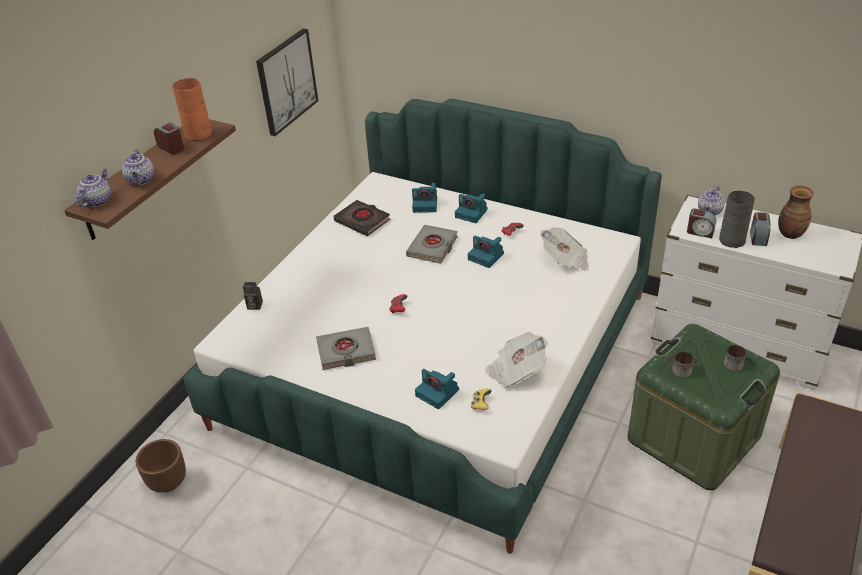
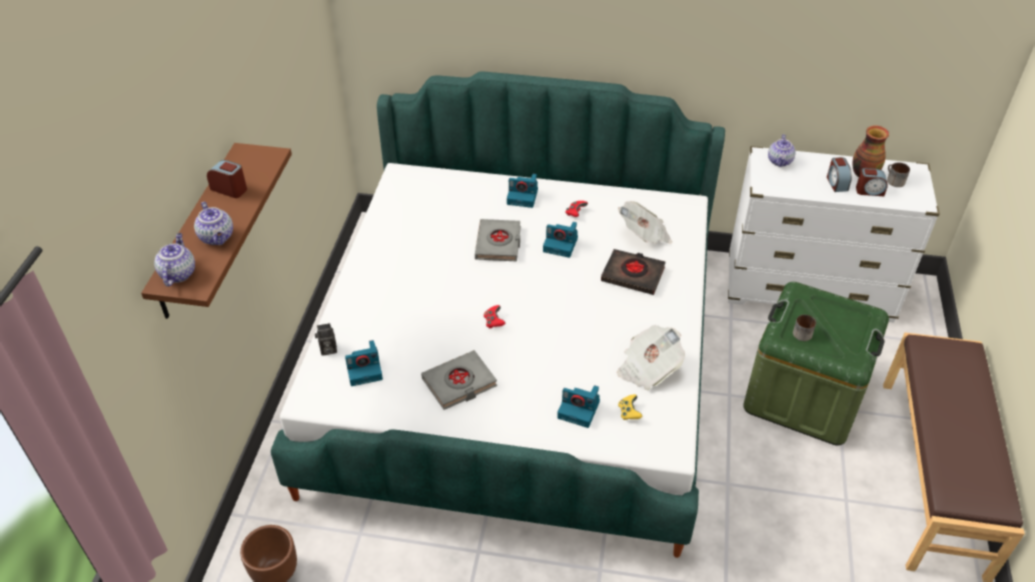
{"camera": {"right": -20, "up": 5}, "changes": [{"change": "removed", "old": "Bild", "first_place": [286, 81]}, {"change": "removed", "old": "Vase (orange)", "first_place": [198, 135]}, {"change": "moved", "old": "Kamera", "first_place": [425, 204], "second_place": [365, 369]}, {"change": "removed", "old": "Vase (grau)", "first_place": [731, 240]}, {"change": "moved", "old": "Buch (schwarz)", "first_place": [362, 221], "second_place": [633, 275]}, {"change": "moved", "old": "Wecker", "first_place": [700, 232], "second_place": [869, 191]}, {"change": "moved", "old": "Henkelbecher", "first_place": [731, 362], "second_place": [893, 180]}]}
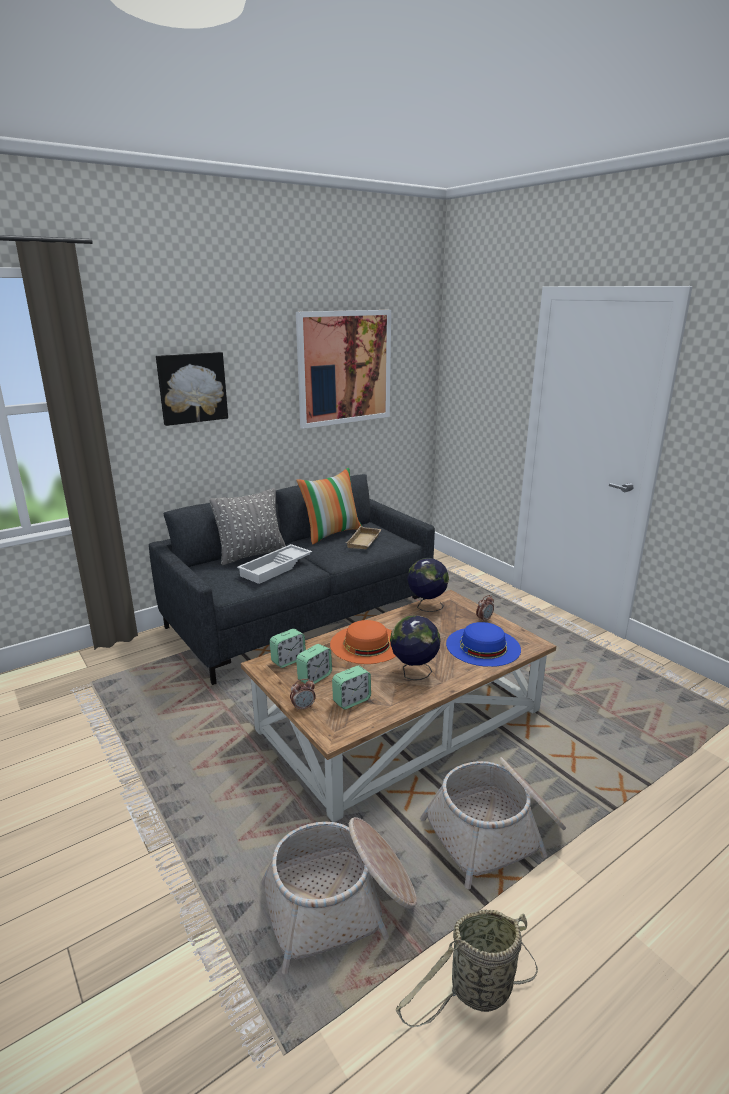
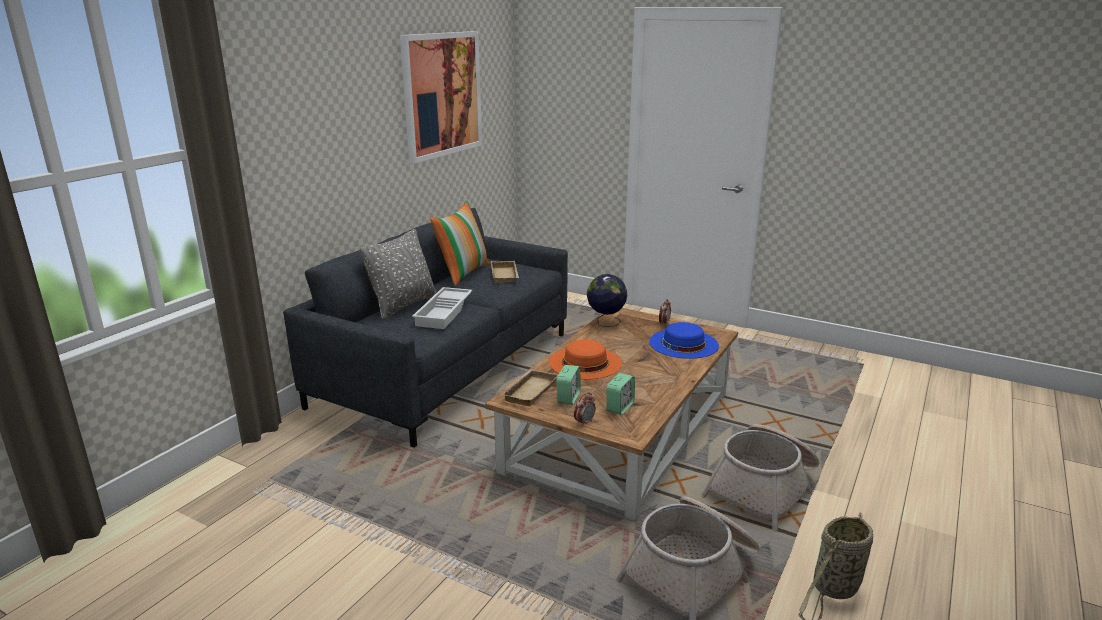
{"camera": {"right": -25, "up": 0}, "changes": [{"change": "removed", "old": "Bild", "first_place": [192, 388]}, {"change": "removed", "old": "Globus", "first_place": [413, 673]}, {"change": "replaced", "old": "Wecker", "new": "Tablett (beige)", "first_place": [288, 660], "second_place": [529, 391]}]}
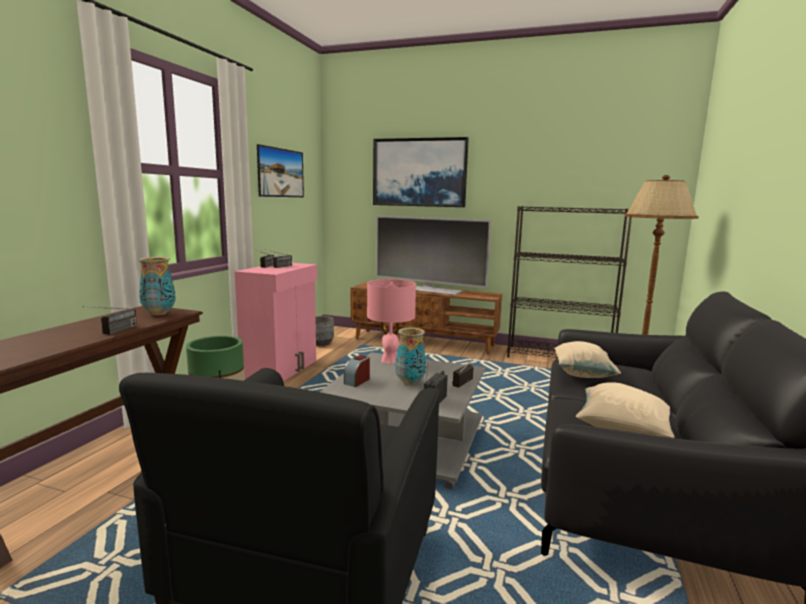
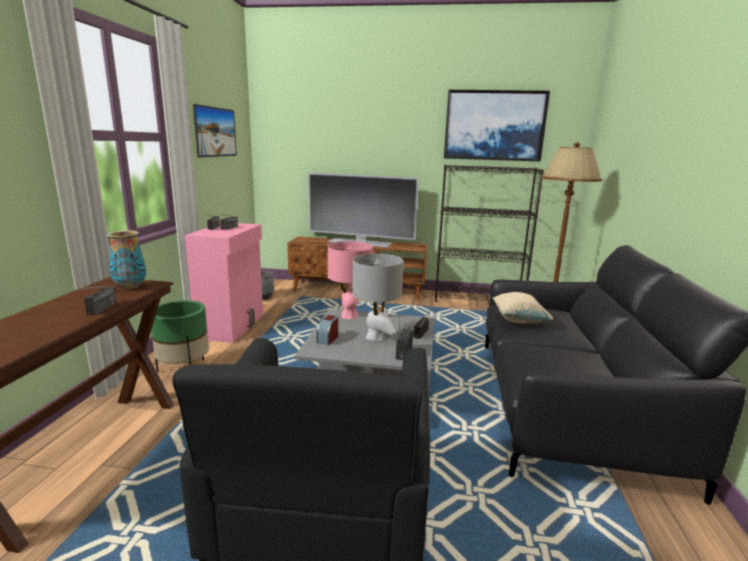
{"camera": {"right": -10, "up": 5}, "changes": [{"change": "moved", "old": "Bild", "first_place": [419, 172], "second_place": [494, 126]}, {"change": "replaced", "old": "Vase", "new": "Tischlampe (grau)", "first_place": [410, 382], "second_place": [375, 337]}, {"change": "removed", "old": "Kissen (beige)", "first_place": [621, 430]}]}
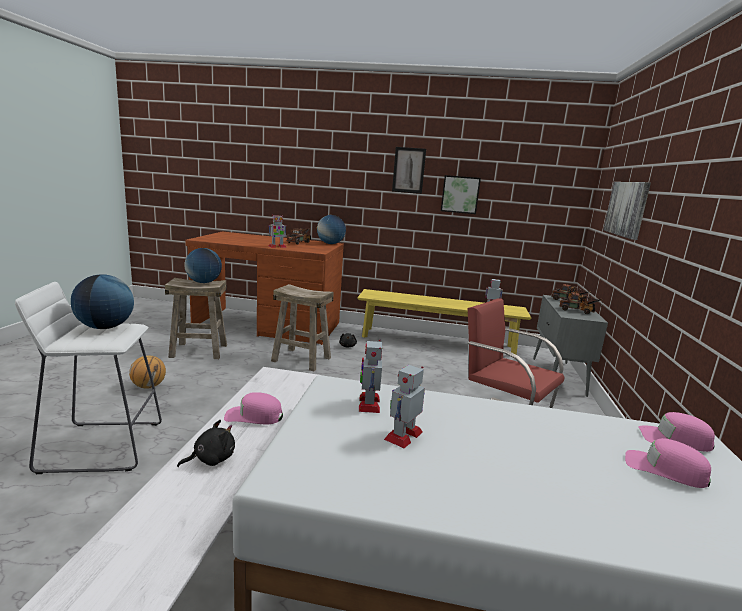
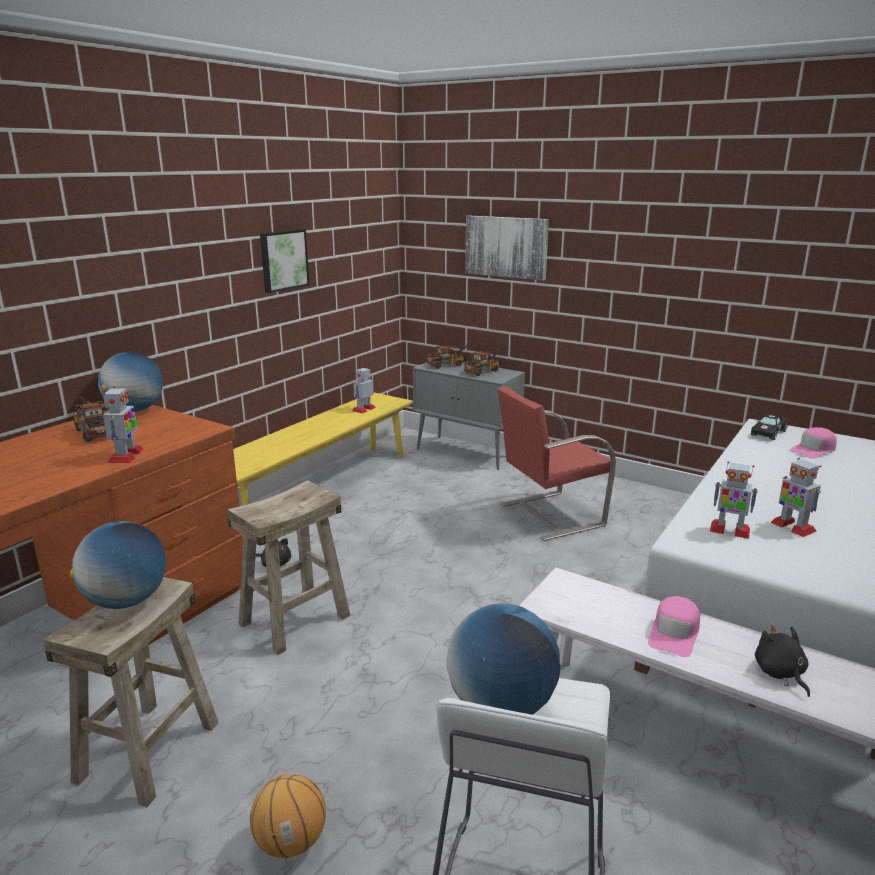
{"camera": {"right": -65, "up": 5}, "changes": [{"change": "removed", "old": "Bild", "first_place": [408, 170]}, {"change": "replaced", "old": "Kappe (rosa)", "new": "Spielzeugauto (schwarz)", "first_place": [674, 439], "second_place": [768, 432]}]}
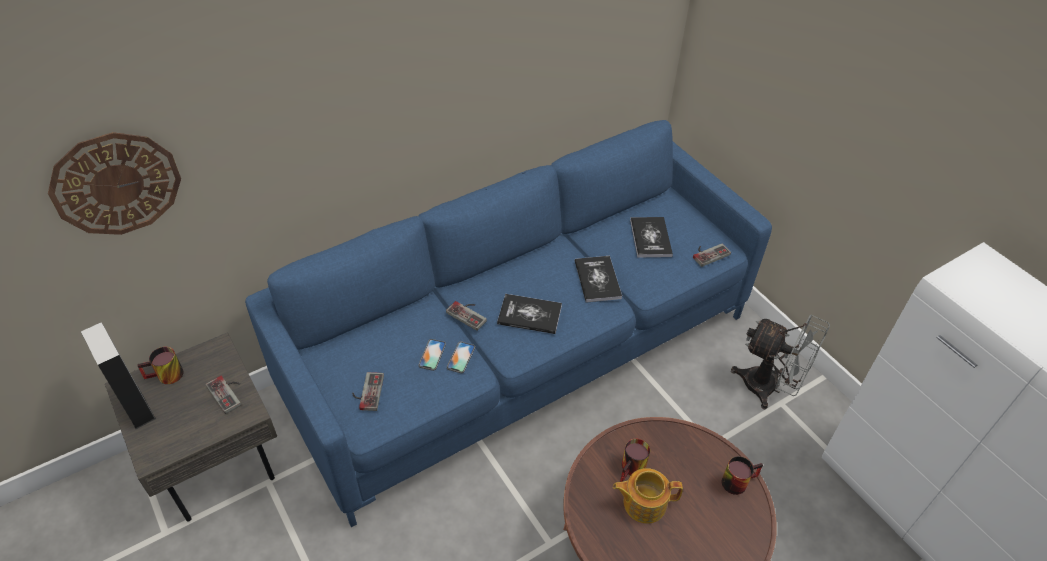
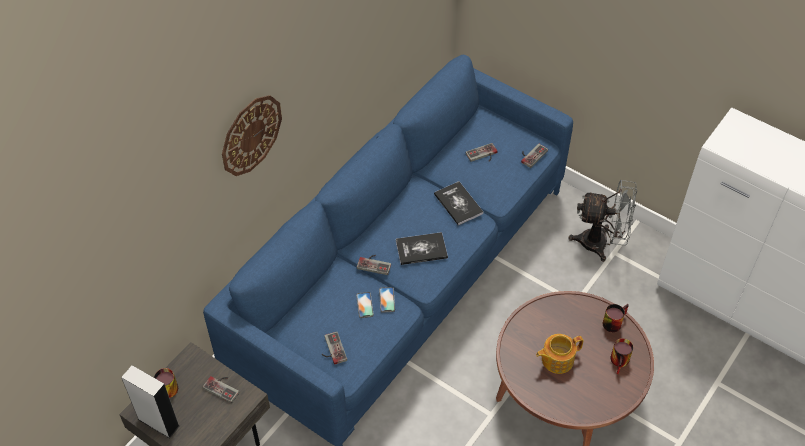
{"camera": {"right": -20, "up": 5}, "changes": [{"change": "moved", "old": "Wanduhr", "first_place": [116, 184], "second_place": [251, 135]}, {"change": "replaced", "old": "Buch", "new": "Gamepad", "first_place": [650, 238], "second_place": [483, 155]}, {"change": "moved", "old": "Henkelbecher", "first_place": [633, 470], "second_place": [621, 362]}]}
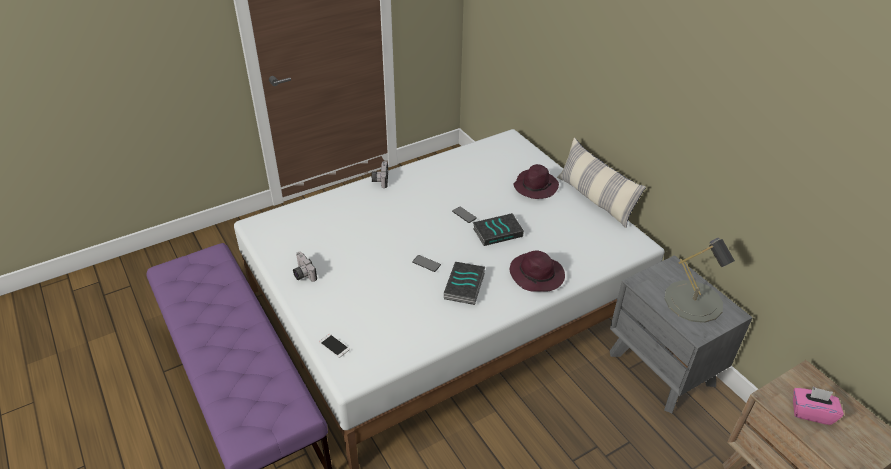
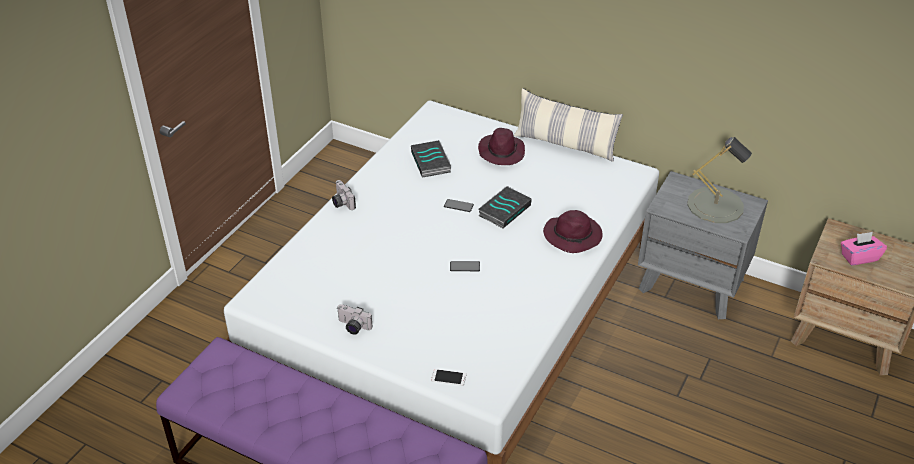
{"camera": {"right": -30, "up": 0}, "changes": [{"change": "moved", "old": "Buch", "first_place": [465, 286], "second_place": [431, 162]}]}
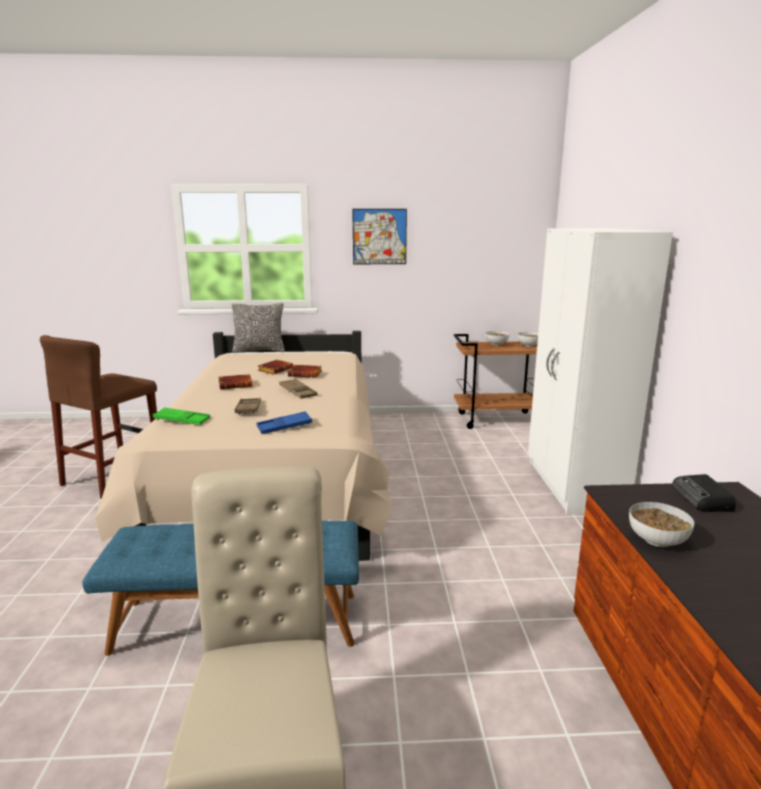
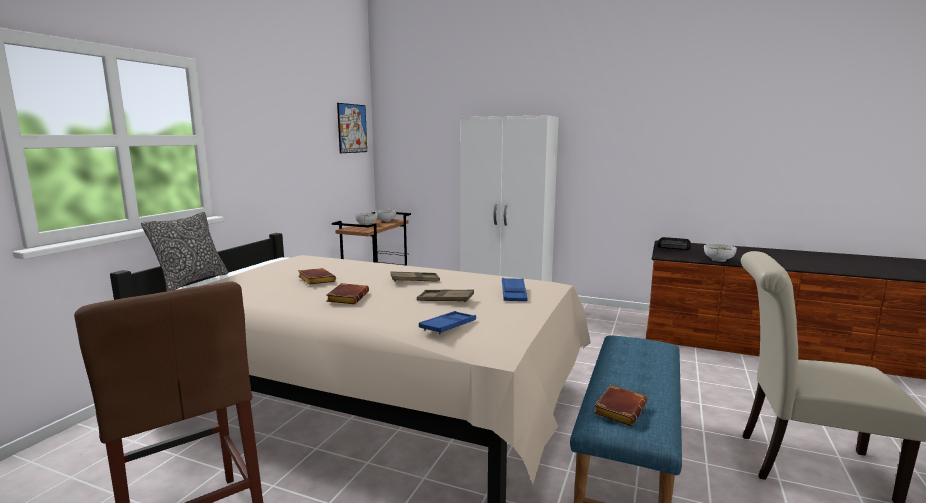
{"camera": {"right": -65, "up": -5}, "changes": [{"change": "moved", "old": "Bild", "first_place": [379, 236], "second_place": [352, 128]}, {"change": "moved", "old": "Buch (braun)", "first_place": [306, 374], "second_place": [619, 409]}, {"change": "recoloured", "old": "Tablett (grün)", "new": "Tablett (blau)", "first_place": [182, 420], "second_place": [448, 326]}]}
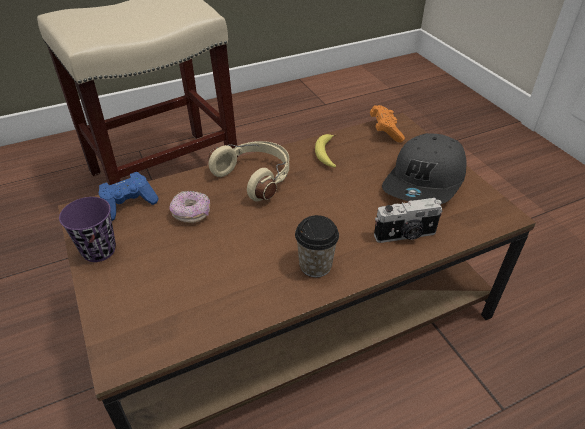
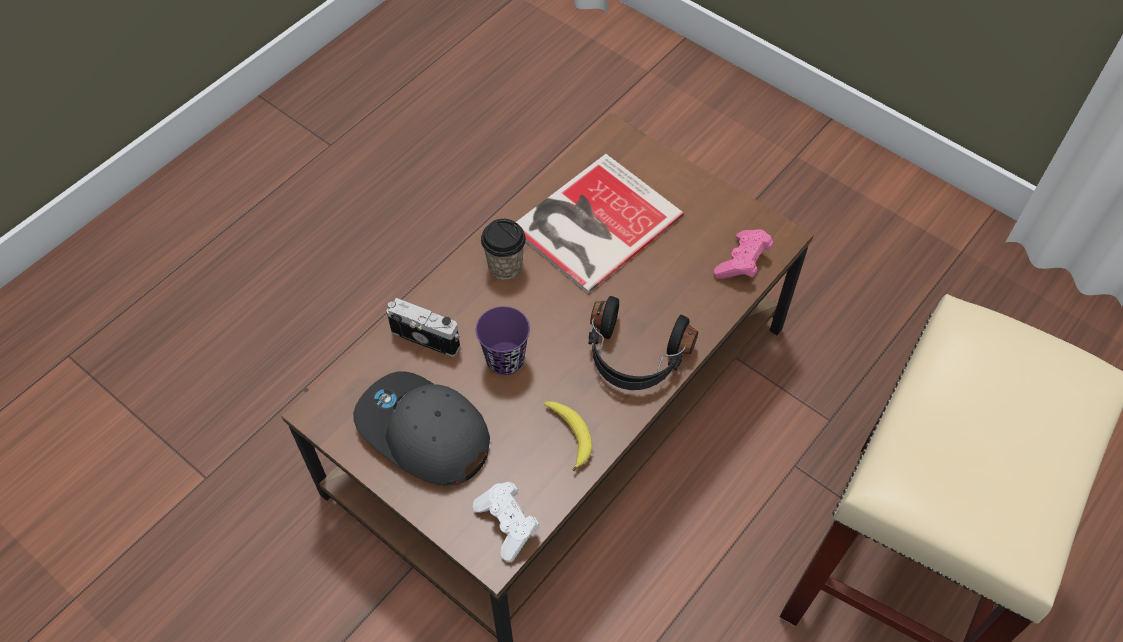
{"camera": {"right": 155, "up": 15}, "changes": [{"change": "recoloured", "old": "Gamepad (orange)", "new": "Gamepad (weiß)", "first_place": [385, 131], "second_place": [507, 524]}, {"change": "turned", "old": "Kappe (grau)", "first_place": [425, 182], "second_place": [423, 433], "degrees": -60}, {"change": "recoloured", "old": "Kopfhörer (beige)", "new": "Kopfhörer (schwarz)", "first_place": [256, 177], "second_place": [635, 357]}, {"change": "recoloured", "old": "Gamepad (blau)", "new": "Gamepad (rosa)", "first_place": [129, 204], "second_place": [742, 263]}, {"change": "removed", "old": "Donut", "first_place": [191, 214]}, {"change": "moved", "old": "Tasse (lila)", "first_place": [99, 250], "second_place": [505, 359]}, {"change": "turned", "old": "Kamera", "first_place": [405, 235], "second_place": [426, 337], "degrees": 60}, {"change": "added", "new": "Buch", "second_place": [592, 223]}]}
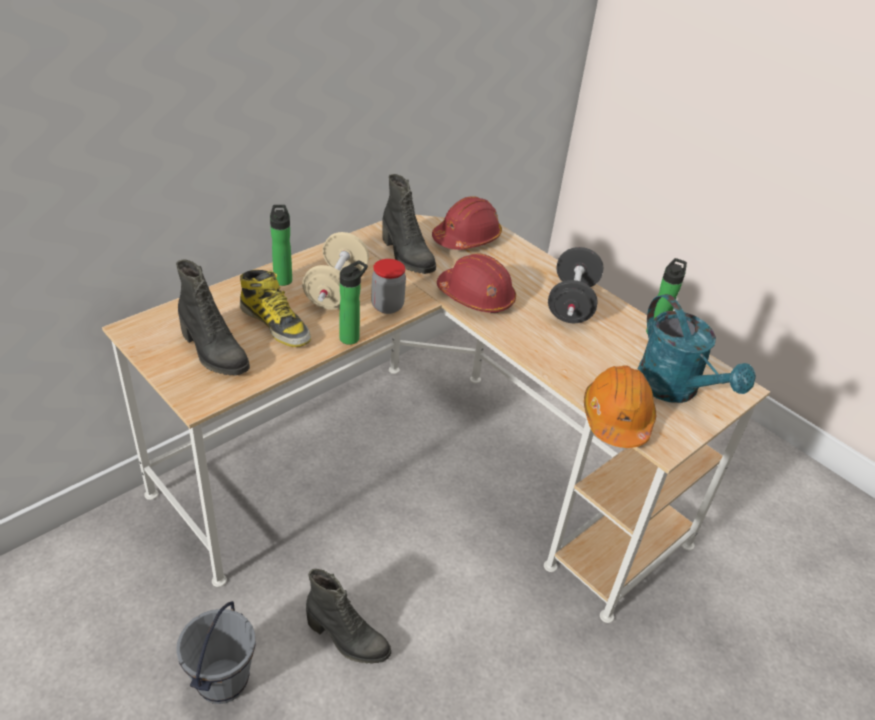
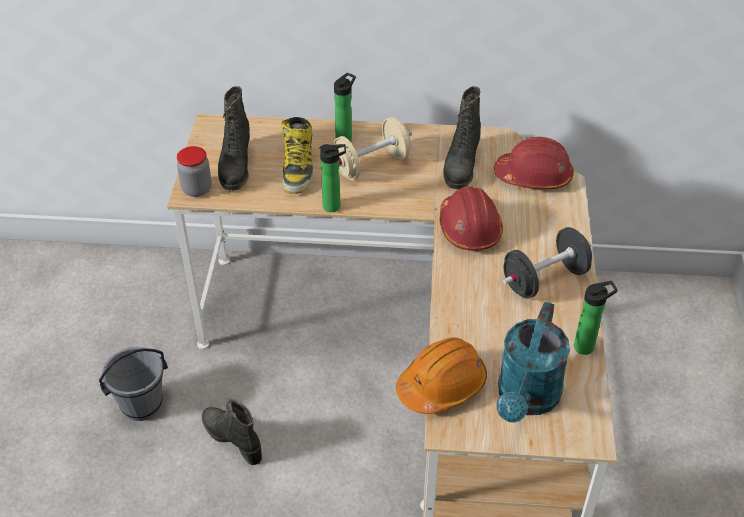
{"camera": {"right": 50, "up": 5}, "changes": [{"change": "moved", "old": "Vorratsglas", "first_place": [387, 306], "second_place": [197, 189]}, {"change": "turned", "old": "Stiefel (schwarz)", "first_place": [347, 639], "second_place": [233, 439], "degrees": 150}]}
